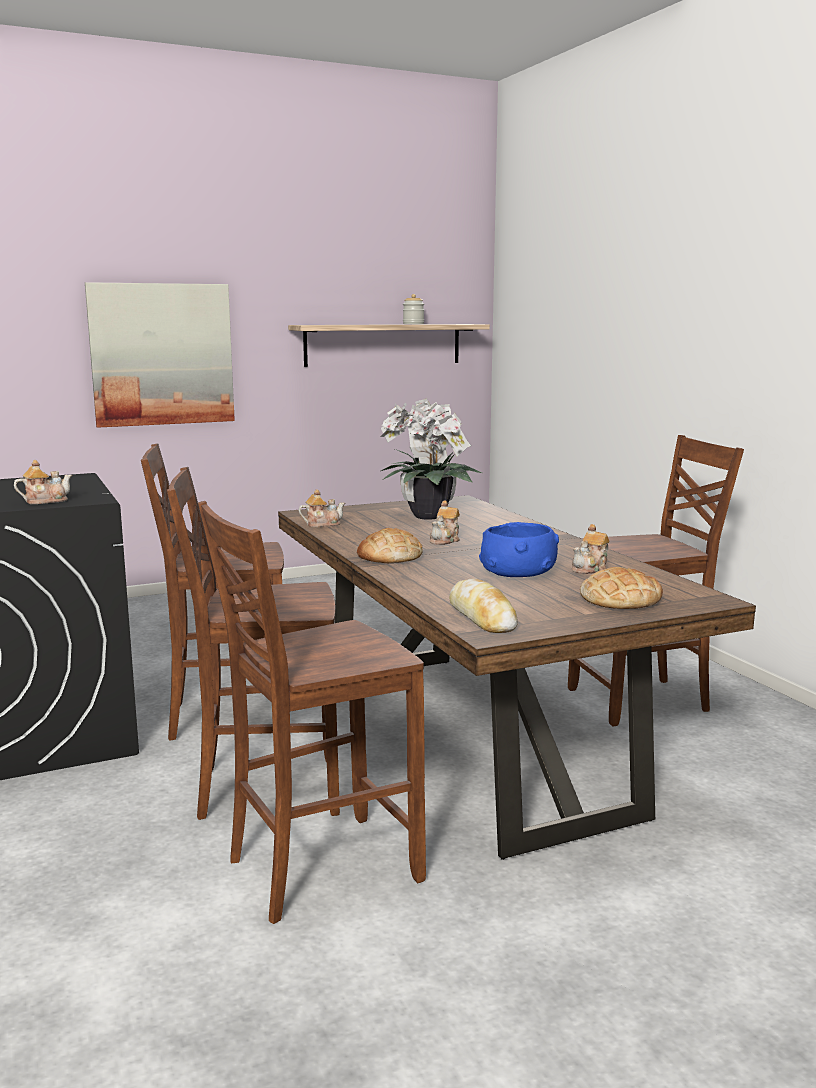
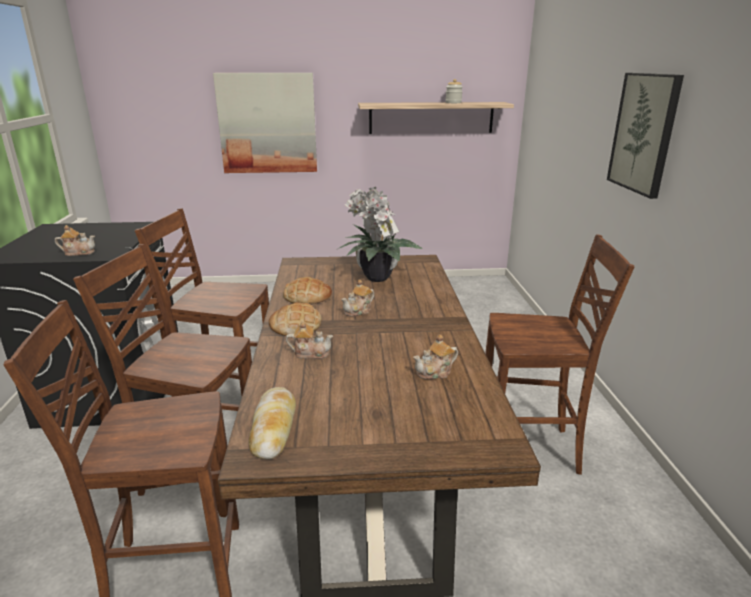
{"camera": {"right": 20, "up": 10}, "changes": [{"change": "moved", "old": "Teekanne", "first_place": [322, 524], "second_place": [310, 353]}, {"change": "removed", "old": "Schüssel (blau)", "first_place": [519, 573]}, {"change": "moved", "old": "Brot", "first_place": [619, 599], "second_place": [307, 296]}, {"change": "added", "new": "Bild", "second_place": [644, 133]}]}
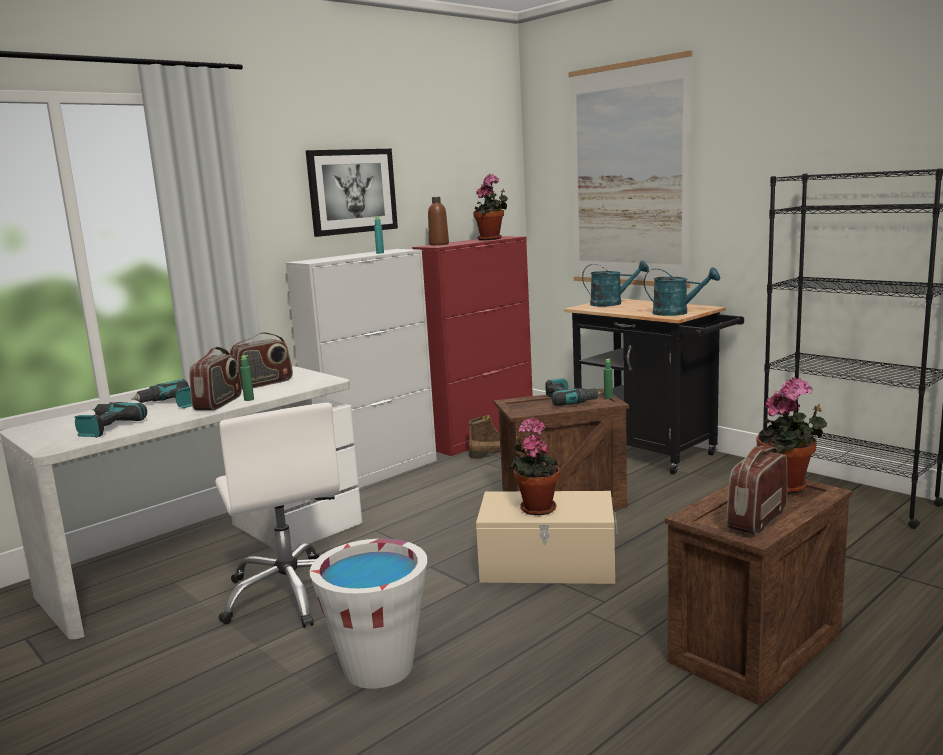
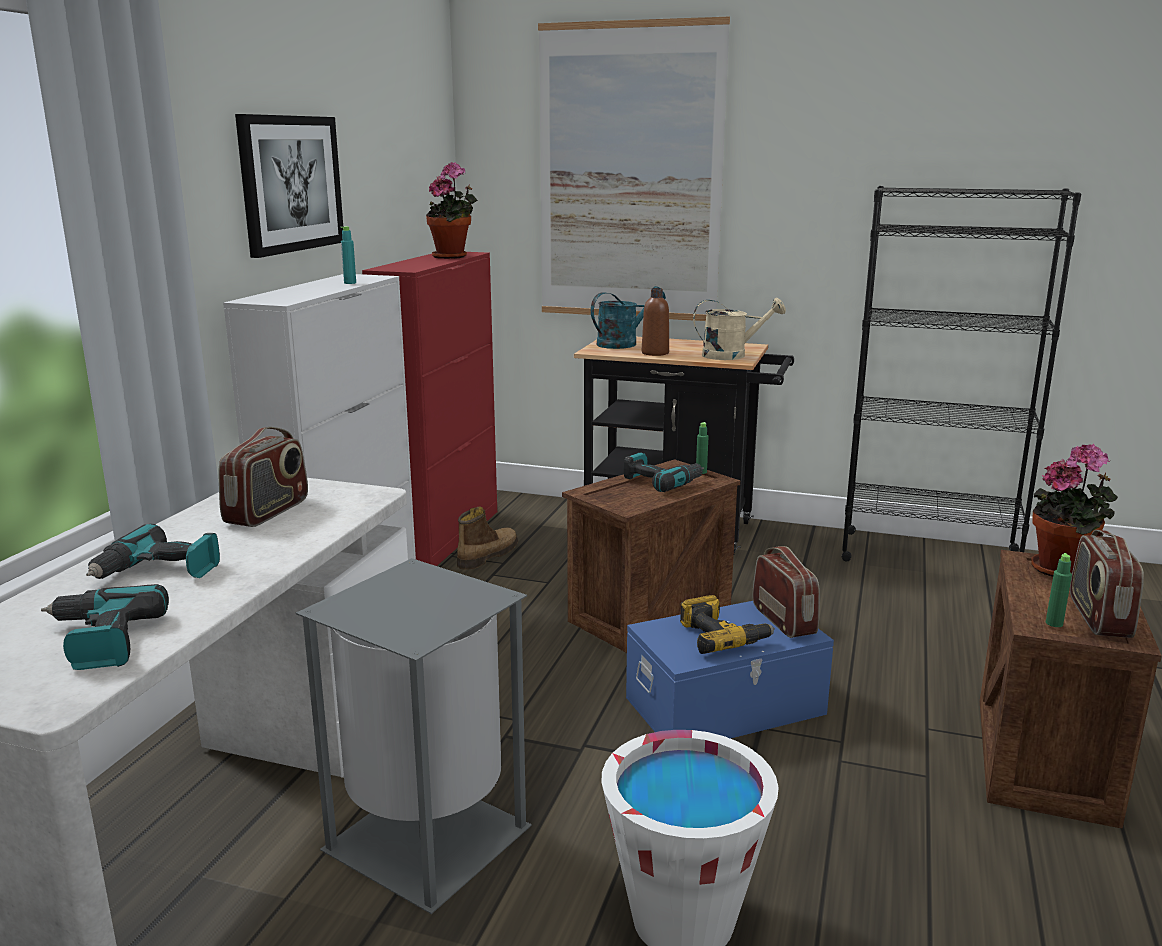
{"camera": {"right": -30, "up": 5}, "changes": [{"change": "moved", "old": "Flasche (braun)", "first_place": [439, 244], "second_place": [655, 353]}, {"change": "recoloured", "old": "Gießkanne (türkis)", "new": "Gießkanne (beige)", "first_place": [677, 313], "second_place": [732, 355]}, {"change": "moved", "old": "Radio", "first_place": [219, 403], "second_place": [784, 620]}, {"change": "moved", "old": "Flasche (grün)", "first_place": [249, 399], "second_place": [1054, 623]}, {"change": "replaced", "old": "Bürostuhl (weiß)", "new": "Mülleimer (grau)", "first_place": [290, 594], "second_place": [427, 842]}, {"change": "replaced", "old": "Topfpflanze", "new": "Bohrmaschine", "first_place": [536, 507], "second_place": [721, 637]}, {"change": "recoloured", "old": "Aufbewahrungsbox (beige)", "new": "Aufbewahrungsbox (blau)", "first_place": [548, 565], "second_place": [727, 707]}]}
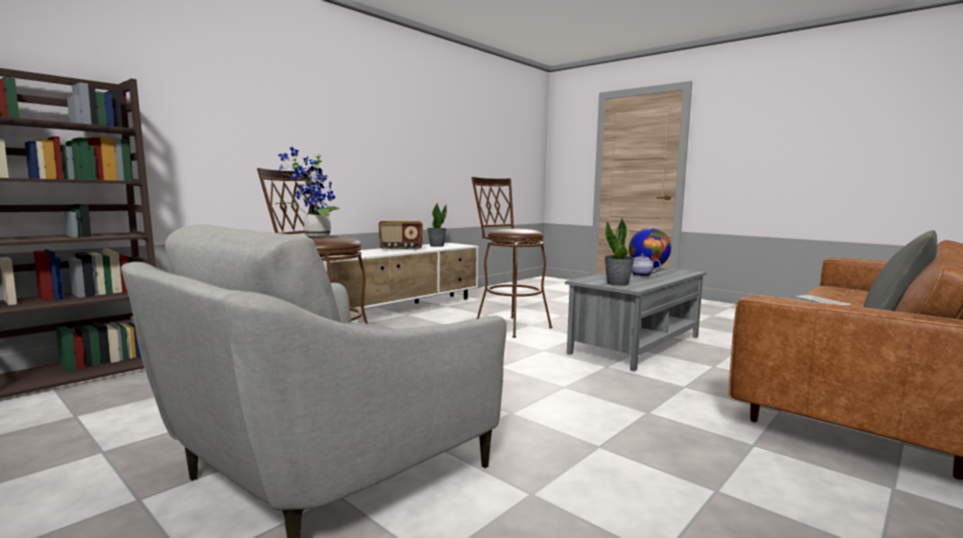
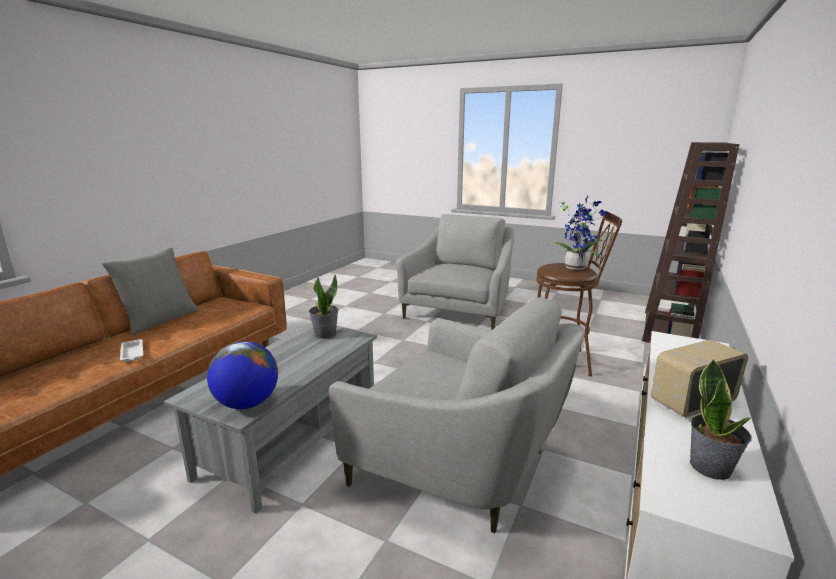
{"camera": {"right": 165, "up": 10}, "changes": [{"change": "replaced", "old": "Hocker (braun)", "new": "Sessel (grau)", "first_place": [508, 325], "second_place": [460, 464]}, {"change": "removed", "old": "Teekanne", "first_place": [640, 275]}]}
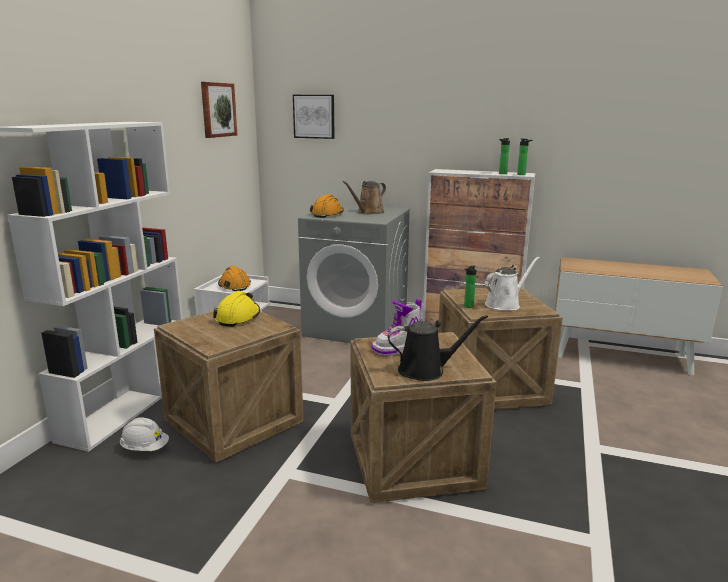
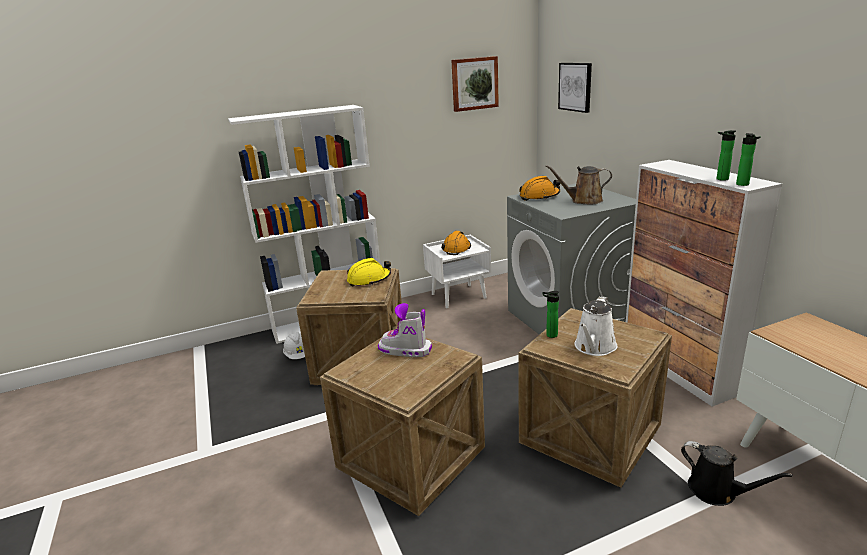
{"camera": {"right": 50, "up": 5}, "changes": [{"change": "turned", "old": "Gießkanne (weiß)", "first_place": [505, 304], "second_place": [594, 347], "degrees": 105}, {"change": "moved", "old": "Gießkanne (schwarz)", "first_place": [426, 370], "second_place": [717, 491]}]}
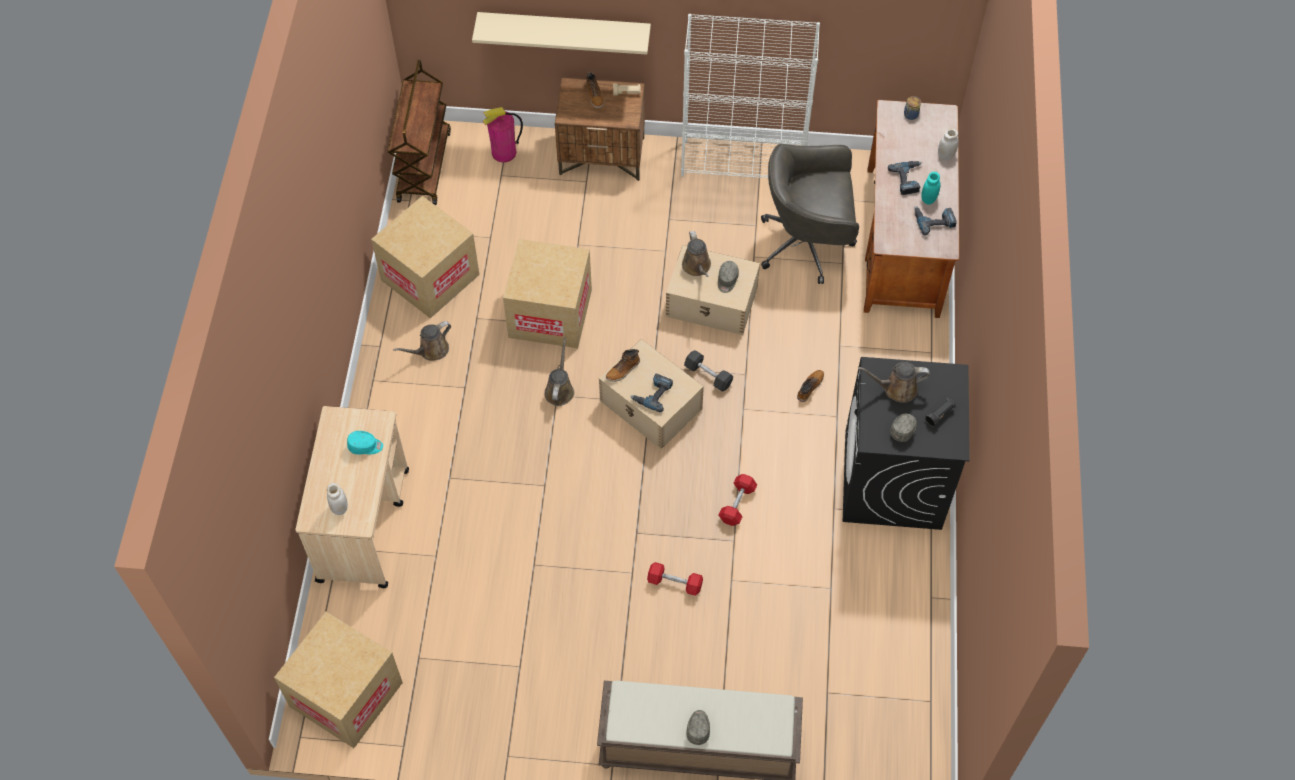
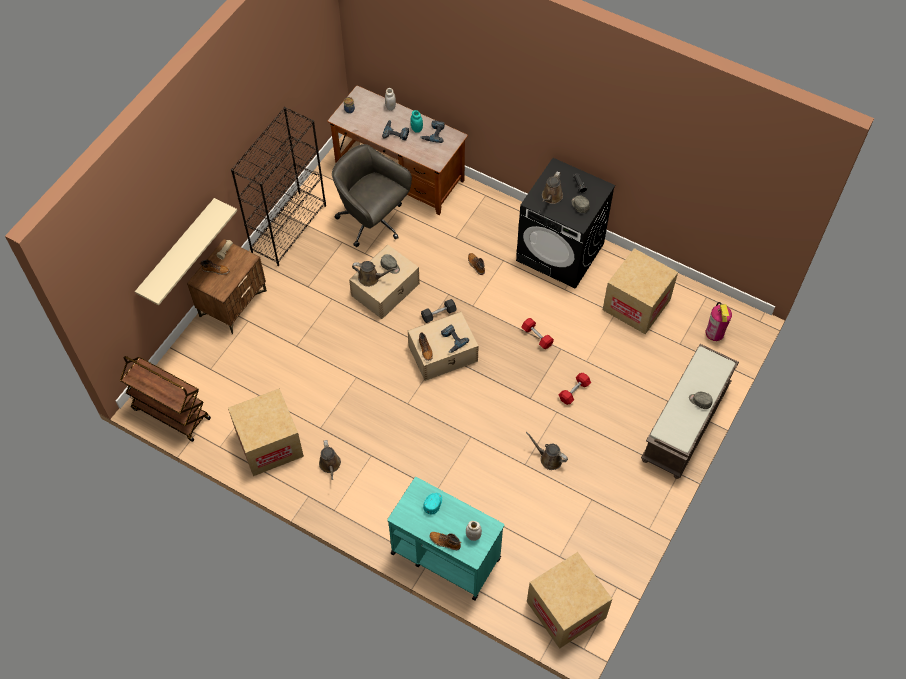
{"camera": {"right": -65, "up": 0}, "changes": [{"change": "recoloured", "old": "Bücherregal (weiß)", "new": "Bücherregal (schwarz)", "first_place": [743, 162], "second_place": [289, 228]}, {"change": "moved", "old": "Feuerlöscher", "first_place": [504, 152], "second_place": [715, 333]}, {"change": "turned", "old": "Bürostuhl (grau)", "first_place": [807, 244], "second_place": [372, 221], "degrees": 105}, {"change": "moved", "old": "Karton", "first_place": [550, 313], "second_place": [636, 304]}, {"change": "moved", "old": "Gießkanne (braun)", "first_place": [559, 389], "second_place": [548, 458]}, {"change": "recoloured", "old": "Rollwagen (beige)", "new": "Rollwagen (türkis)", "first_place": [364, 524], "second_place": [445, 555]}, {"change": "added", "new": "Stiefel", "second_place": [445, 542]}]}
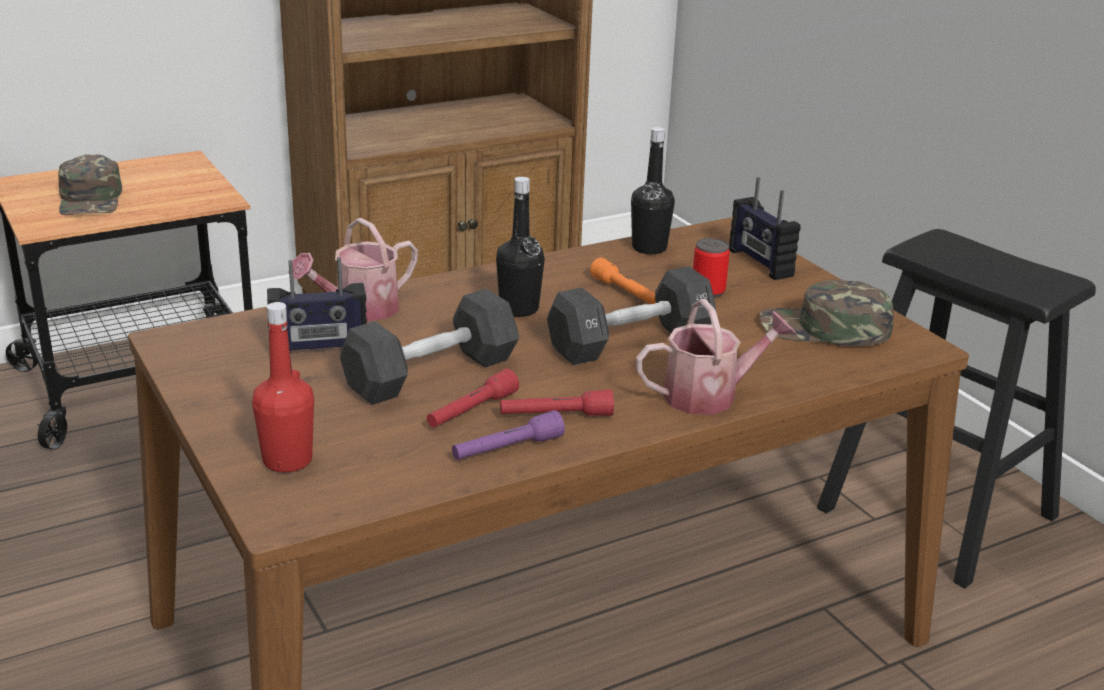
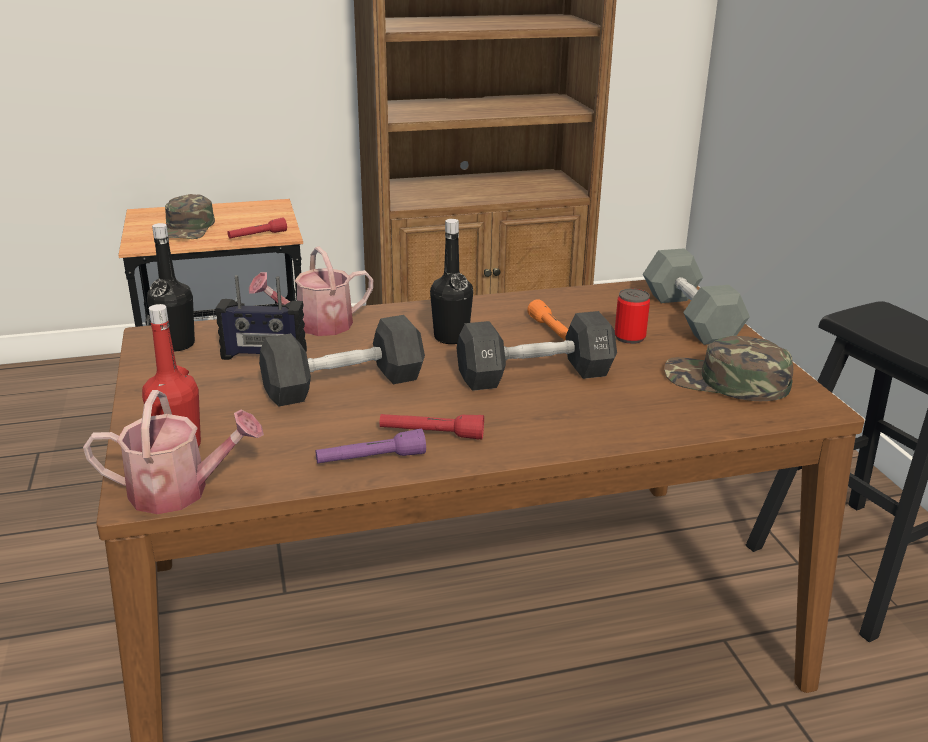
{"camera": {"right": 15, "up": 0}, "changes": [{"change": "moved", "old": "Flasche (schwarz)", "first_place": [649, 248], "second_place": [176, 344]}, {"change": "replaced", "old": "Radio", "new": "Hantel (grau)", "first_place": [759, 263], "second_place": [690, 317]}, {"change": "moved", "old": "Gießkanne", "first_place": [709, 395], "second_place": [180, 491]}, {"change": "moved", "old": "Taschenlampe (rot)", "first_place": [471, 411], "second_place": [257, 236]}]}
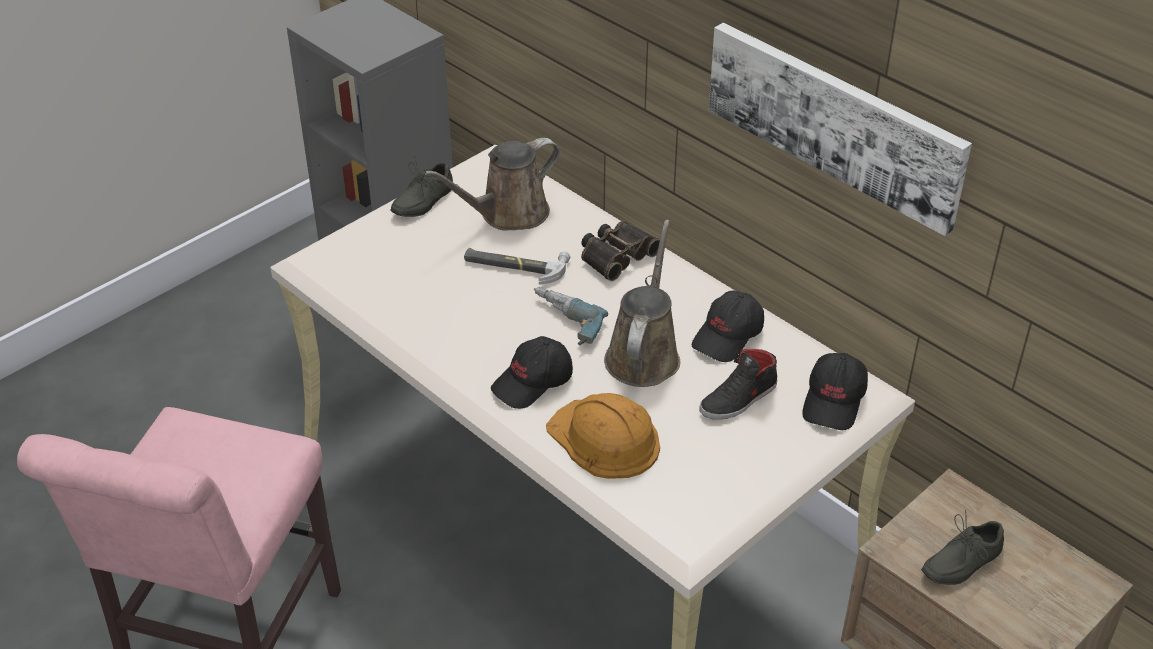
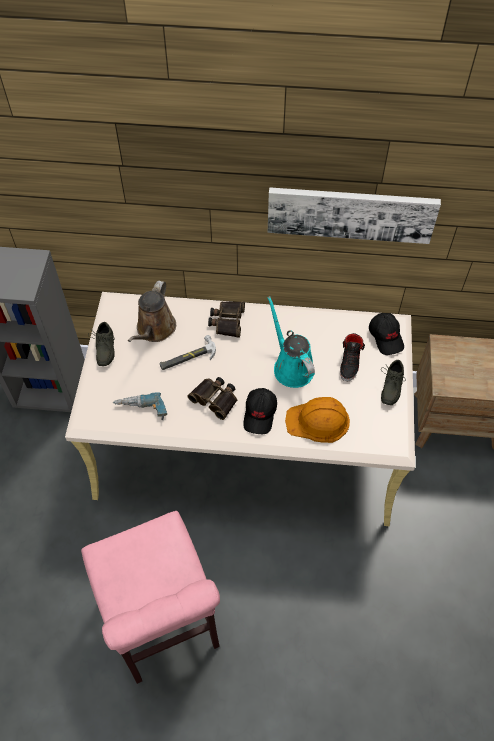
{"camera": {"right": -40, "up": 15}, "changes": [{"change": "recoloured", "old": "Gießkanne (braun)", "new": "Gießkanne (türkis)", "first_place": [643, 354], "second_place": [291, 366]}, {"change": "moved", "old": "Bohrmaschine", "first_place": [562, 323], "second_place": [140, 411]}, {"change": "removed", "old": "Kappe (schwarz)", "first_place": [728, 336]}, {"change": "moved", "old": "Schuh (grau)", "first_place": [959, 560], "second_place": [389, 386]}, {"change": "added", "new": "Fernglas", "second_place": [215, 398]}]}
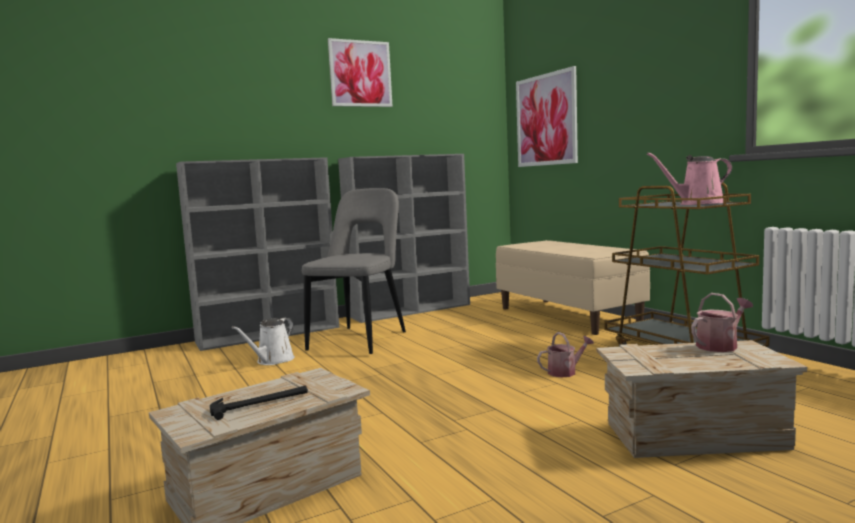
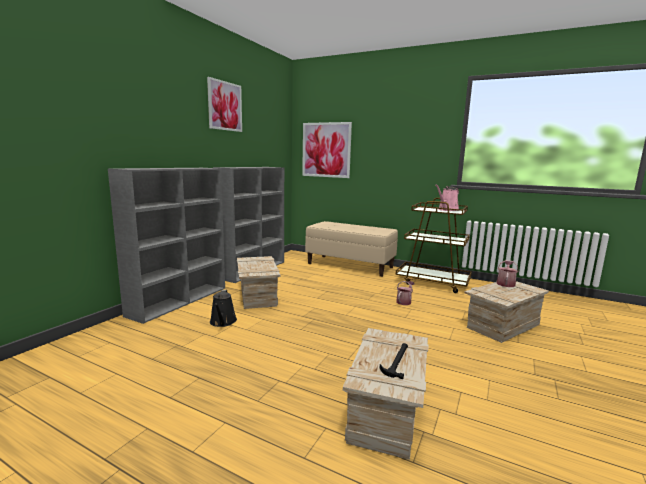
{"camera": {"right": -35, "up": 5}, "changes": [{"change": "replaced", "old": "Stuhl (grau)", "new": "Kiste", "first_place": [361, 339], "second_place": [258, 296]}, {"change": "recoloured", "old": "Gießkanne (weiß)", "new": "Gießkanne (schwarz)", "first_place": [272, 361], "second_place": [223, 322]}]}
